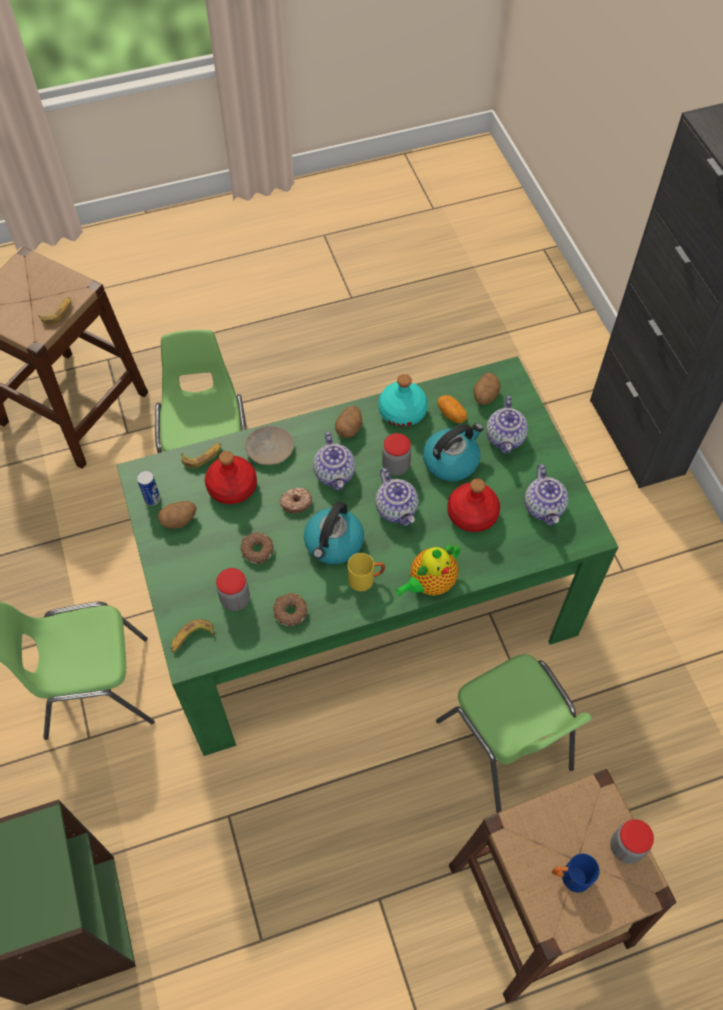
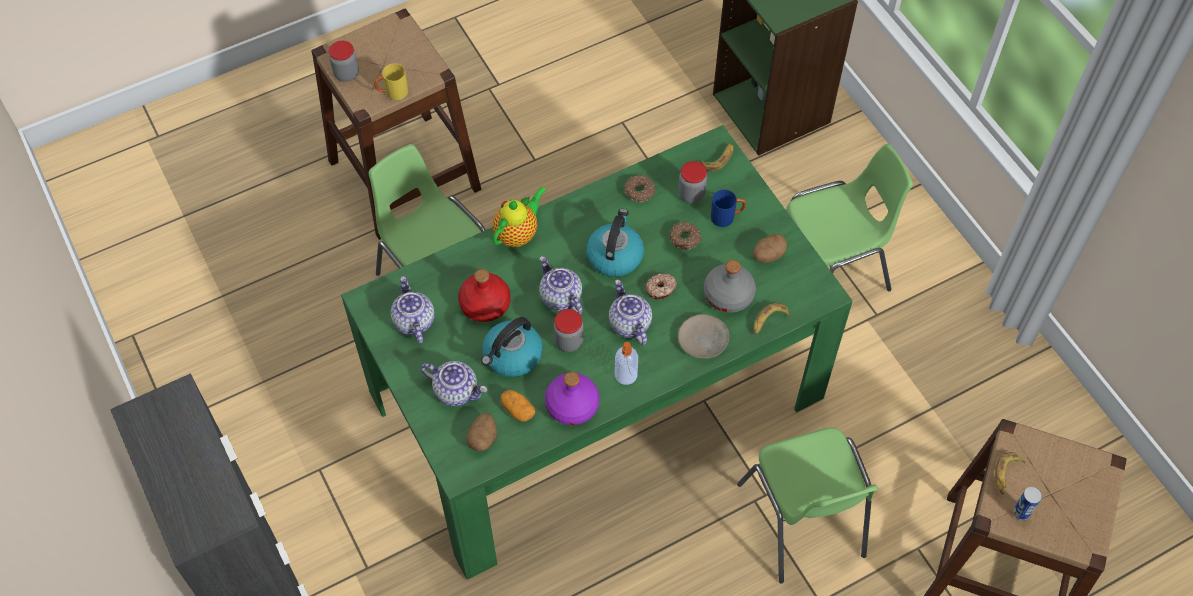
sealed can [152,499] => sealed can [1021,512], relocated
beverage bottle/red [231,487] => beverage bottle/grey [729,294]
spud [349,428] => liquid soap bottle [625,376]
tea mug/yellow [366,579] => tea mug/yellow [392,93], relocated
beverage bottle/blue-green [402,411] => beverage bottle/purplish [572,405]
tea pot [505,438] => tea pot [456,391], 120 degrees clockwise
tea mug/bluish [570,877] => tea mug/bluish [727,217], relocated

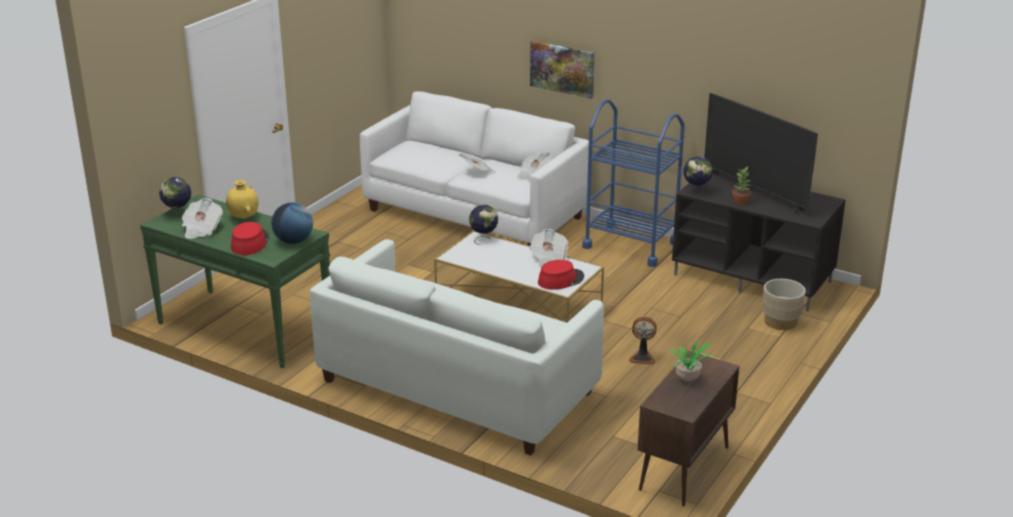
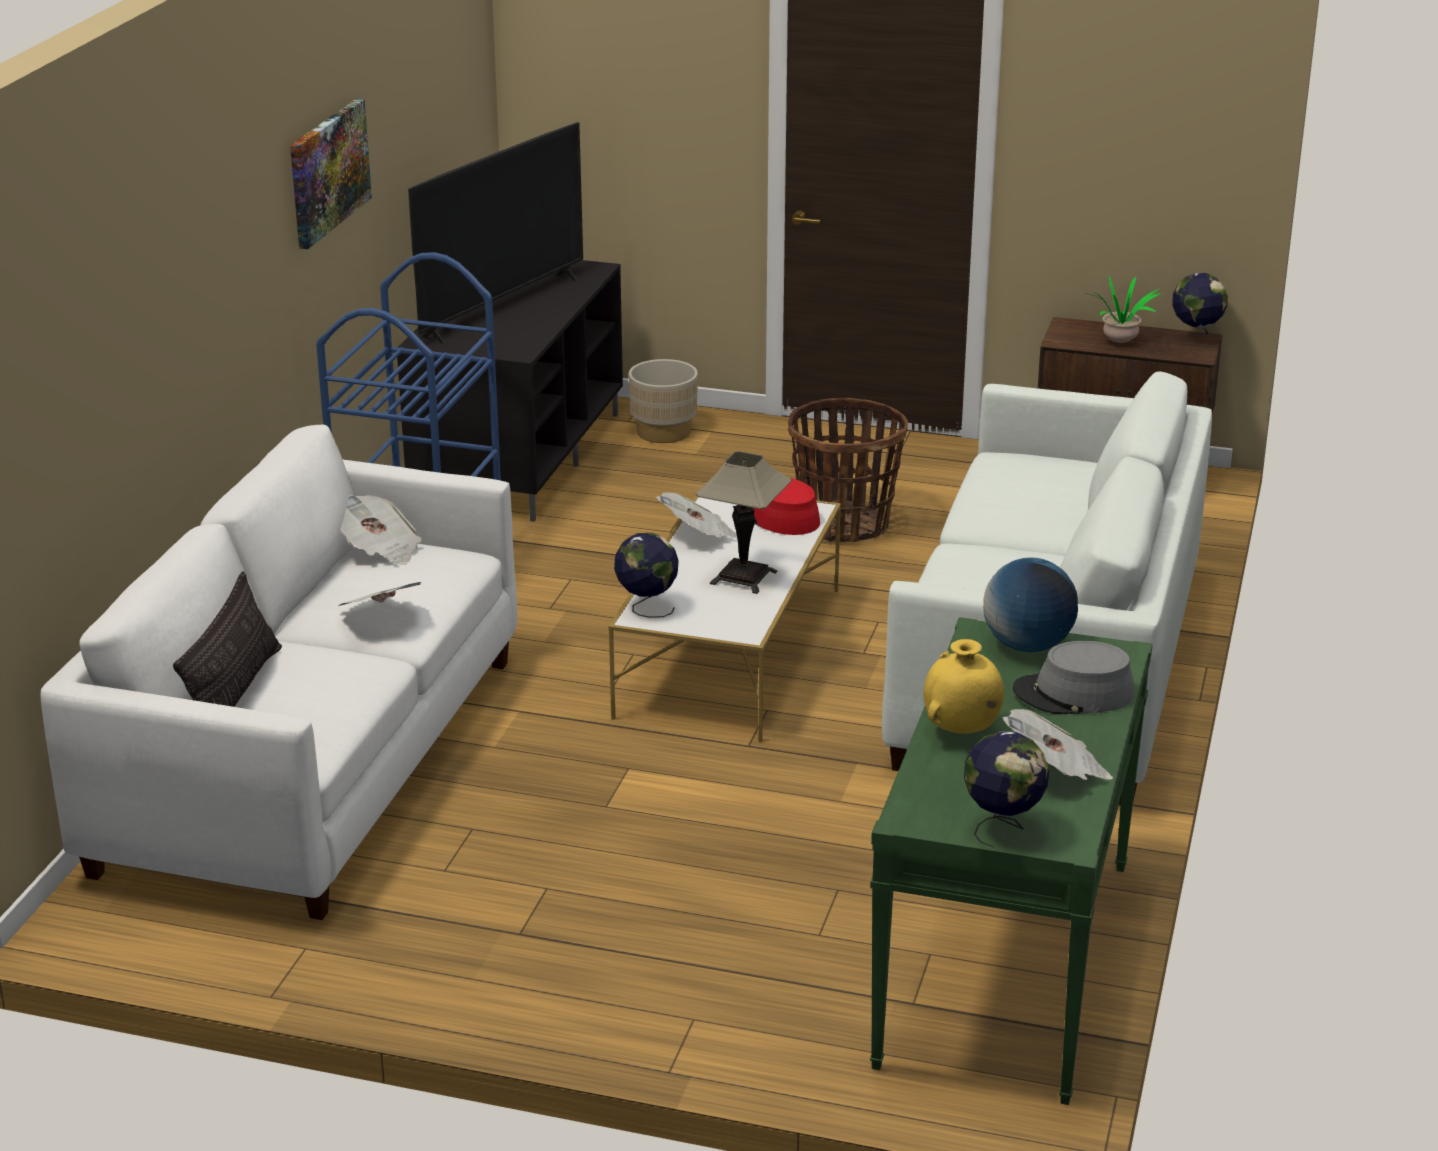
wearable hat/red [250,243] => wearable hat/grey [1073,694]
picture [562,68] => picture [328,172], relocated
fan [642,358] => household basket [844,525]
globe [696,191] => globe [1195,339], relocated
plant in a pot [741,201] => nothing
nothing => pillow [235,694]
nothing => lamp for a table [743,577]

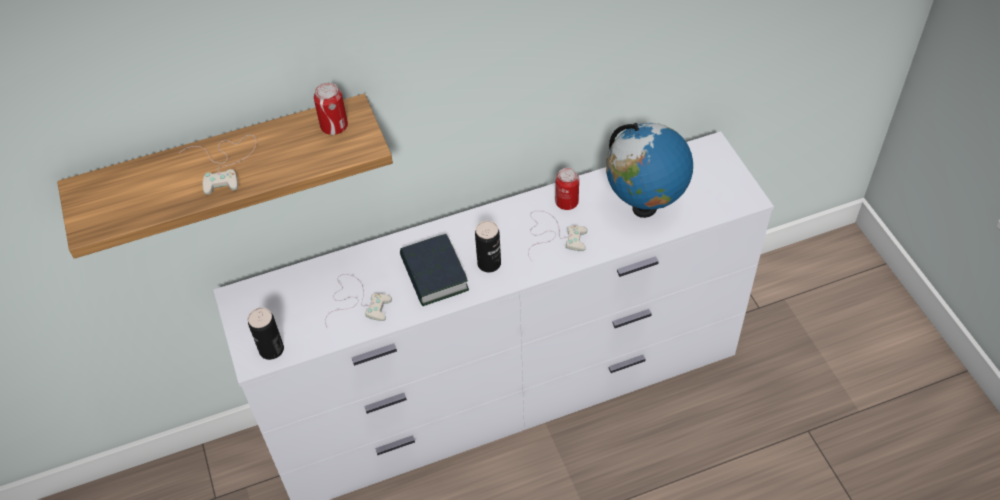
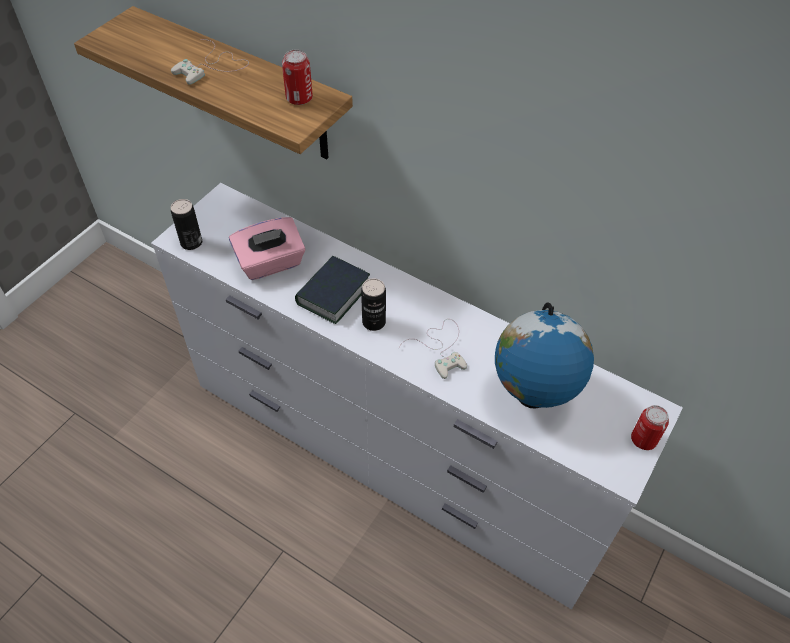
game controller/white-coloured [356,301] => box of tissues/pink-coloured [271,263]
sealed can [566,202] => sealed can [643,439], relocated

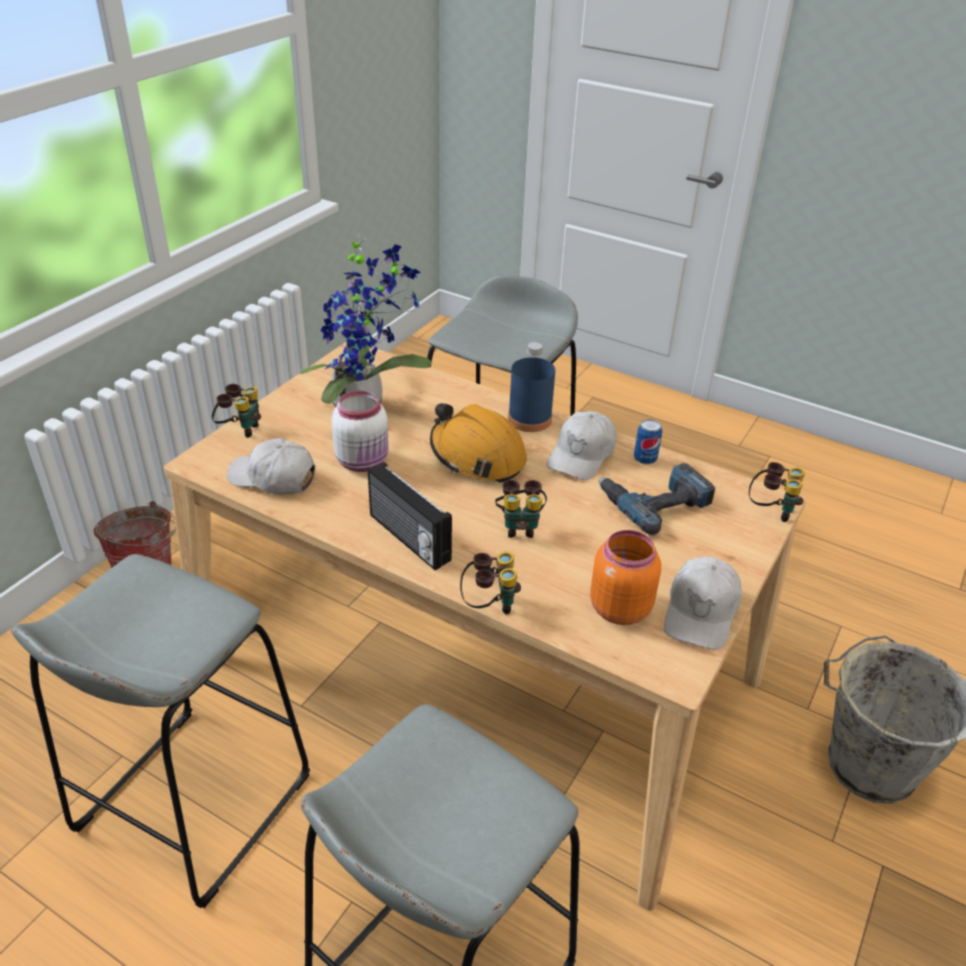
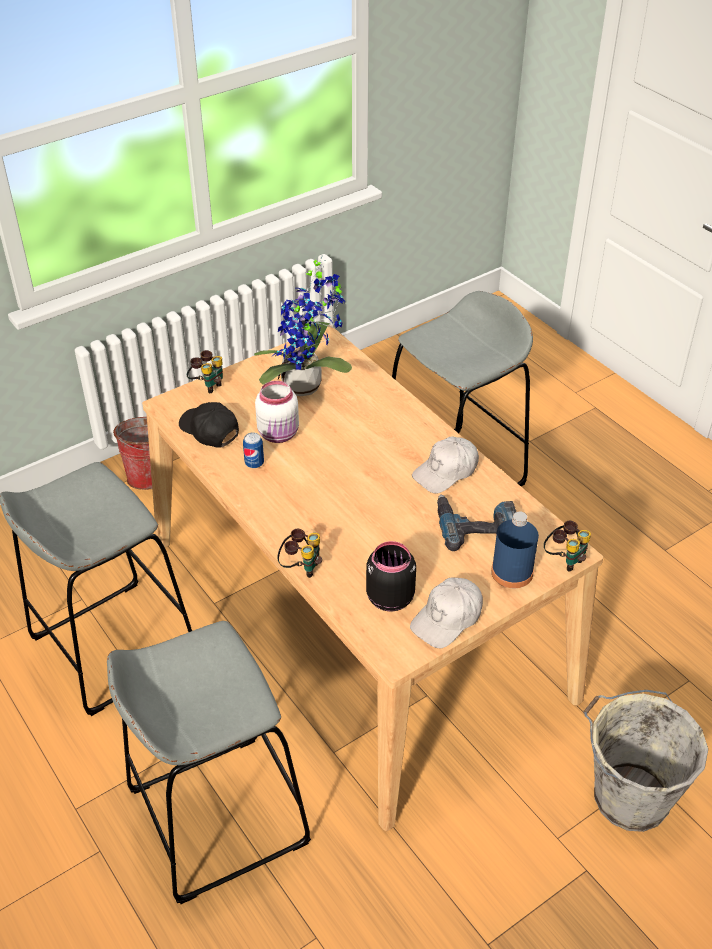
baseball cap/white-coloured [273,478] => baseball cap/black [209,430]
radio receiver [407,538] => nothing
hard hat/orange-coloured [477,456] => nothing
pair of binoculars [519,526] => nothing
beverage bottle/bluish [529,419] => beverage bottle/bluish [512,572], relocated
preserve jar/orange-coloured [618,608] => preserve jar/black [389,597]
sealed can [645,459] => sealed can [254,463], relocated

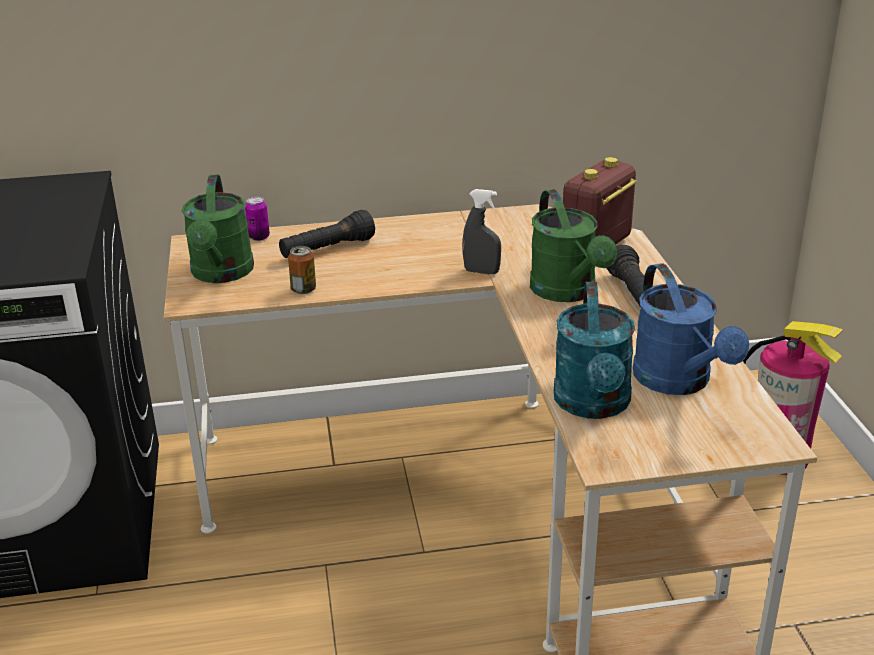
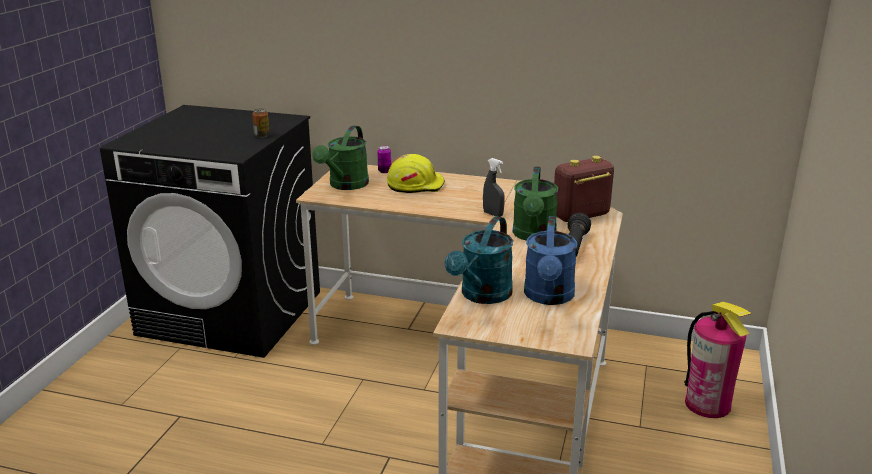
torch/black [327,250] => hard hat/yellow [415,185]
sealed can [303,289] => sealed can [262,136], relocated

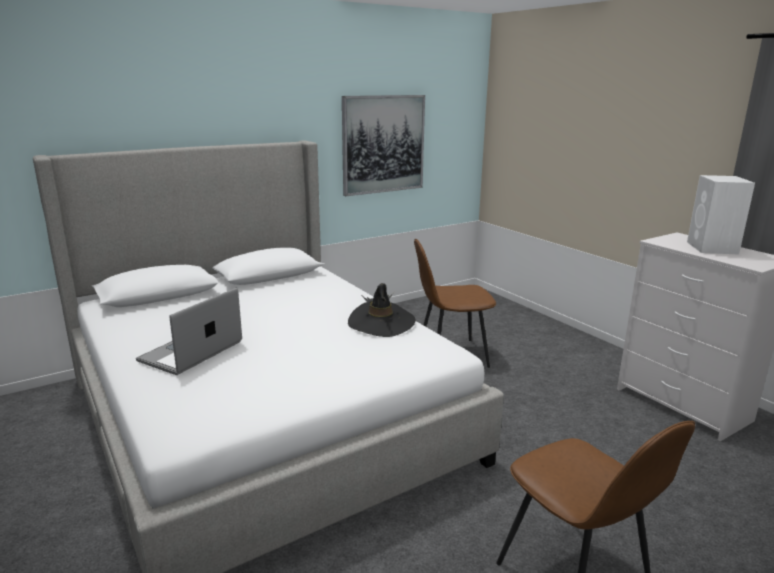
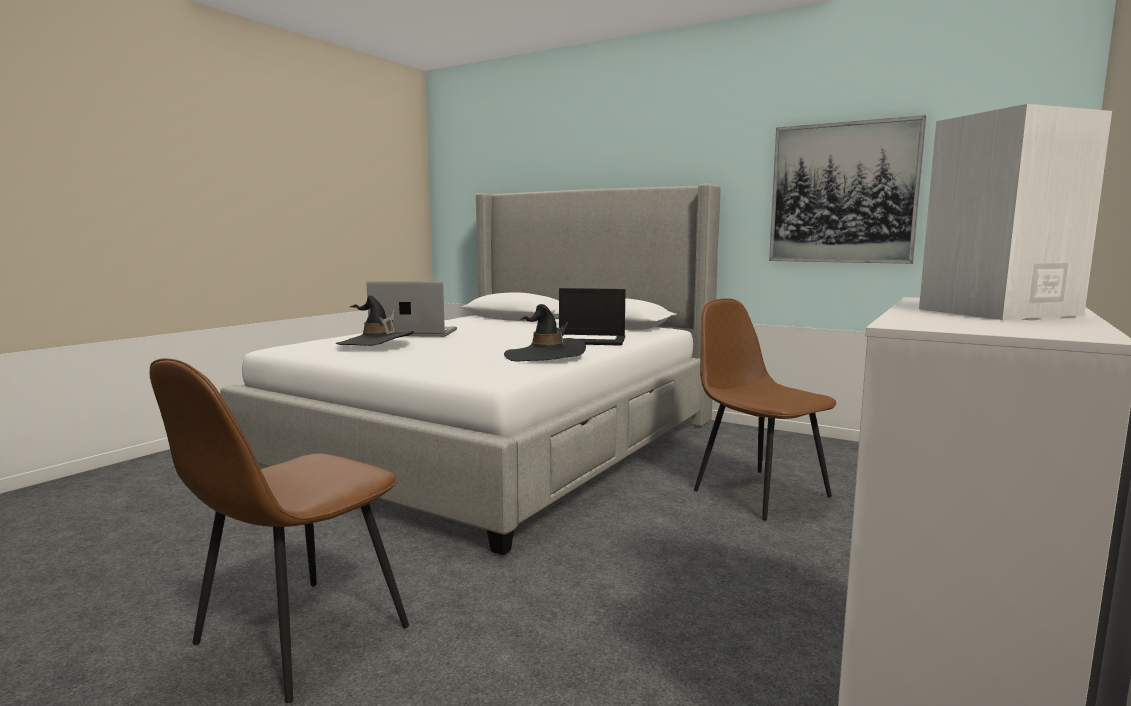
nothing => wearable hat/black [375,344]
nothing => laptop [590,340]

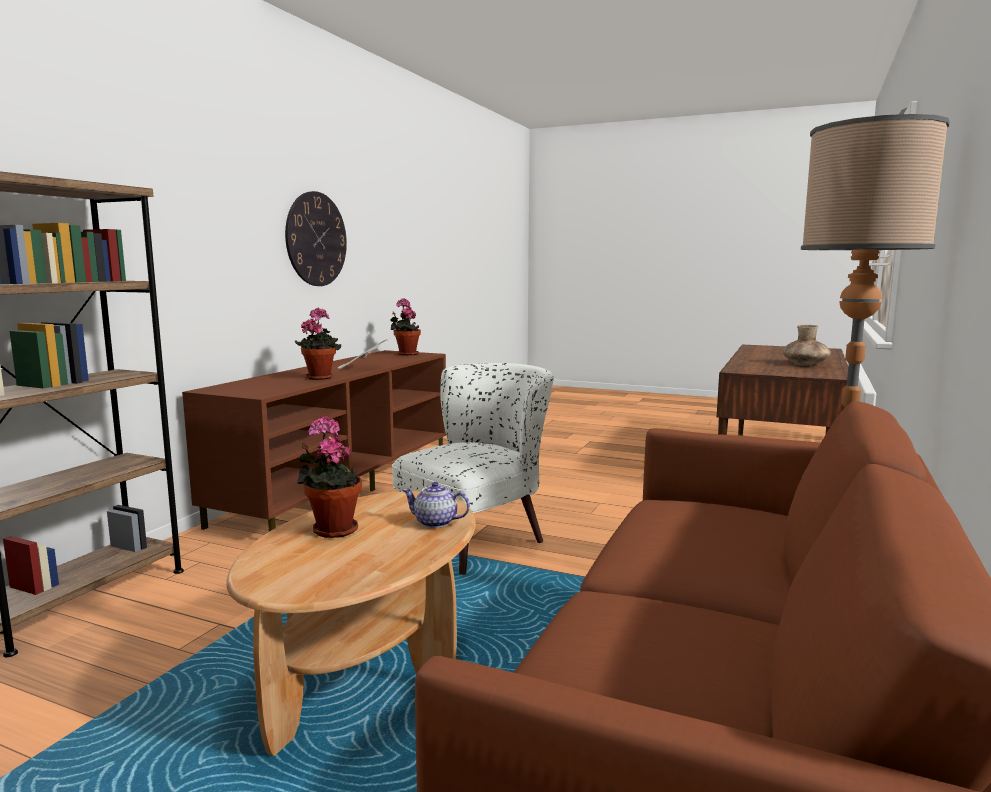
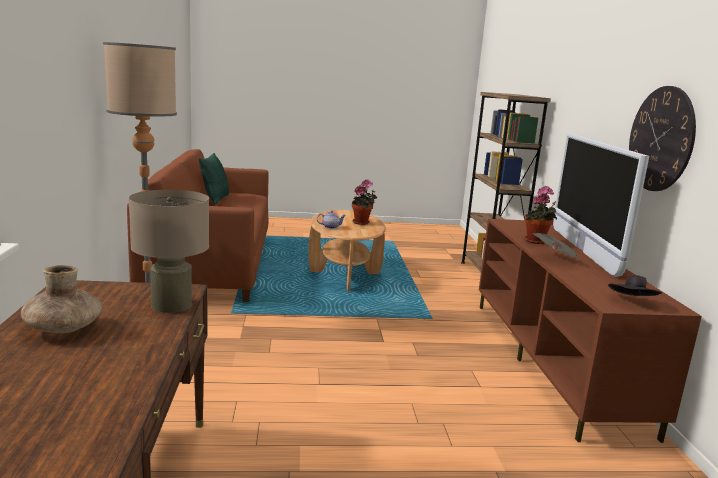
plant in a pot [406,354] => wearable hat/black [632,302]
lounge chair/white-coloured [479,536] => nothing
nothing => lamp for a table/beige-coloured [171,305]
nothing => pillow/green [215,199]
nothing => TV [582,250]

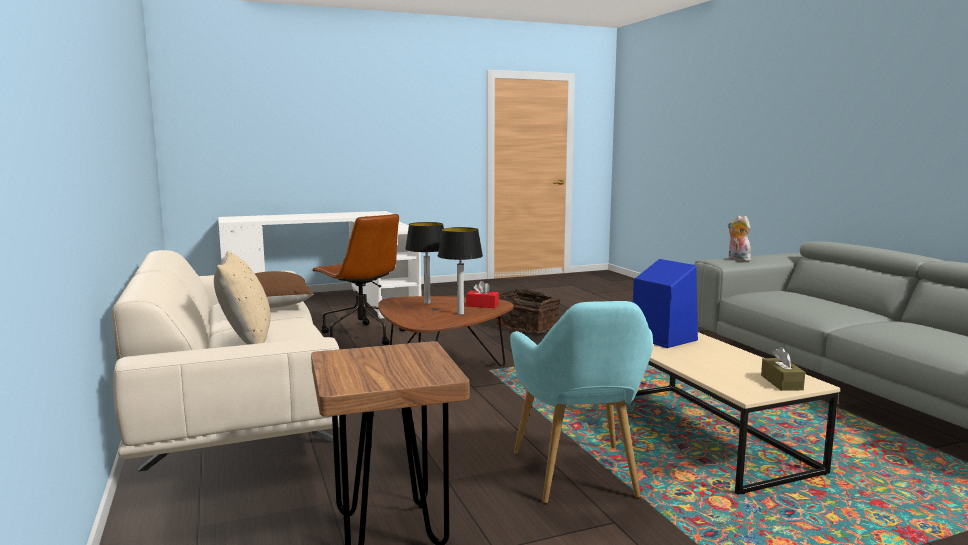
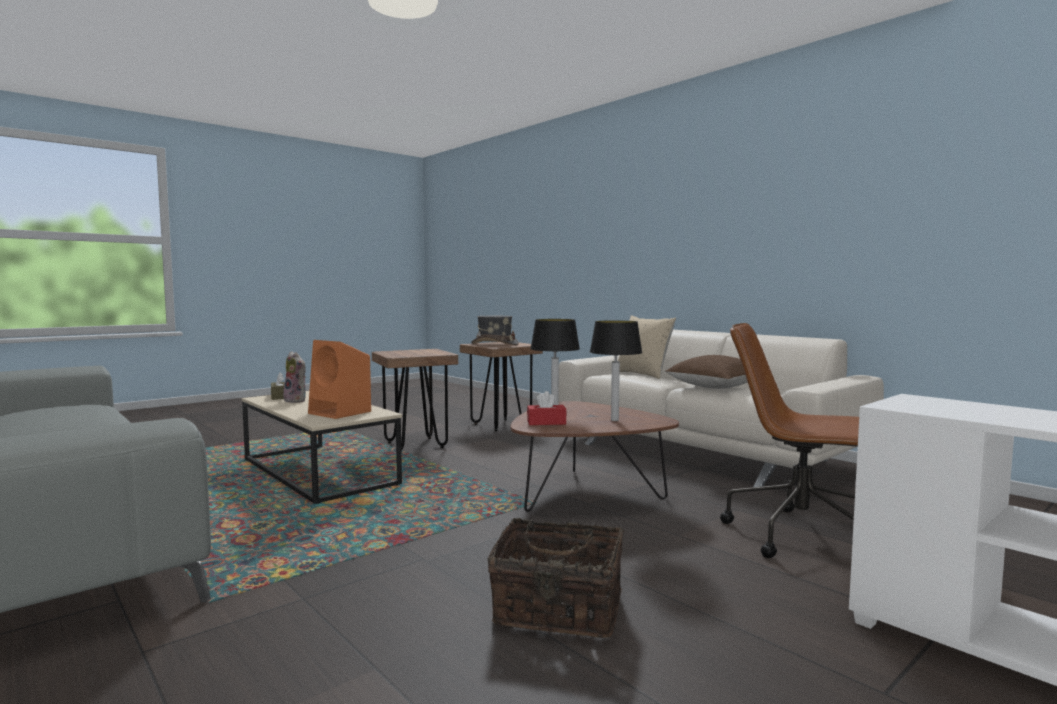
lounge chair/blue-green [579,478] => stool seat/brownish [415,445]
speaker/bluish [662,338] => speaker/orange-coloured [341,412]
cuddly toy [737,259] => cuddly toy [297,400], relocated
nothing => wearable hat/grey [494,344]

